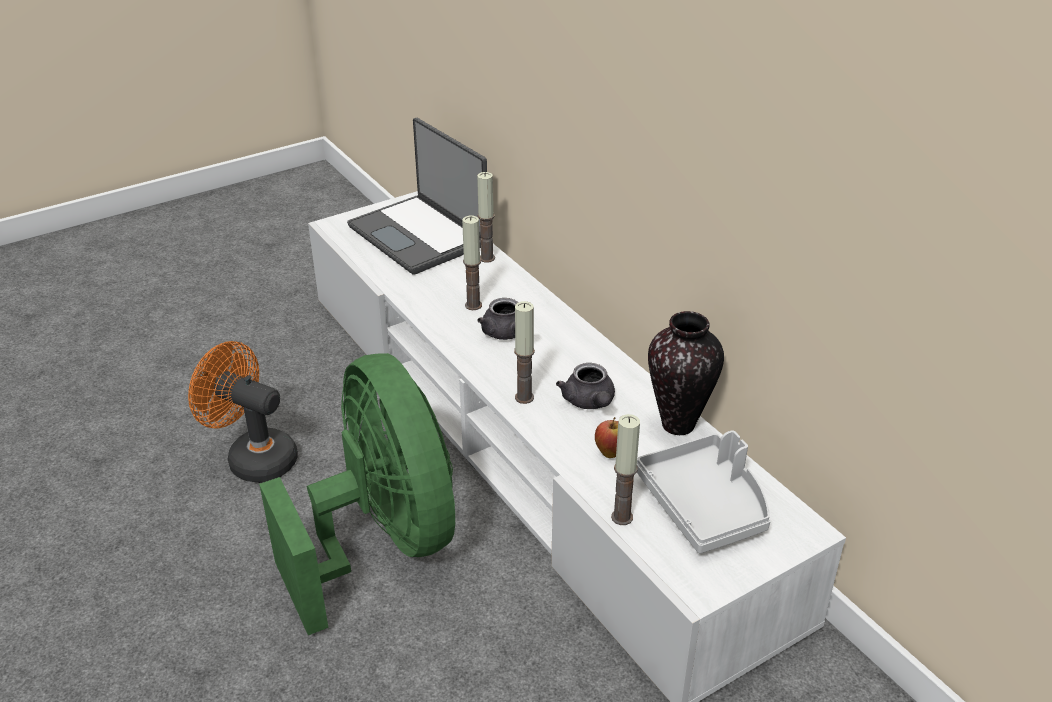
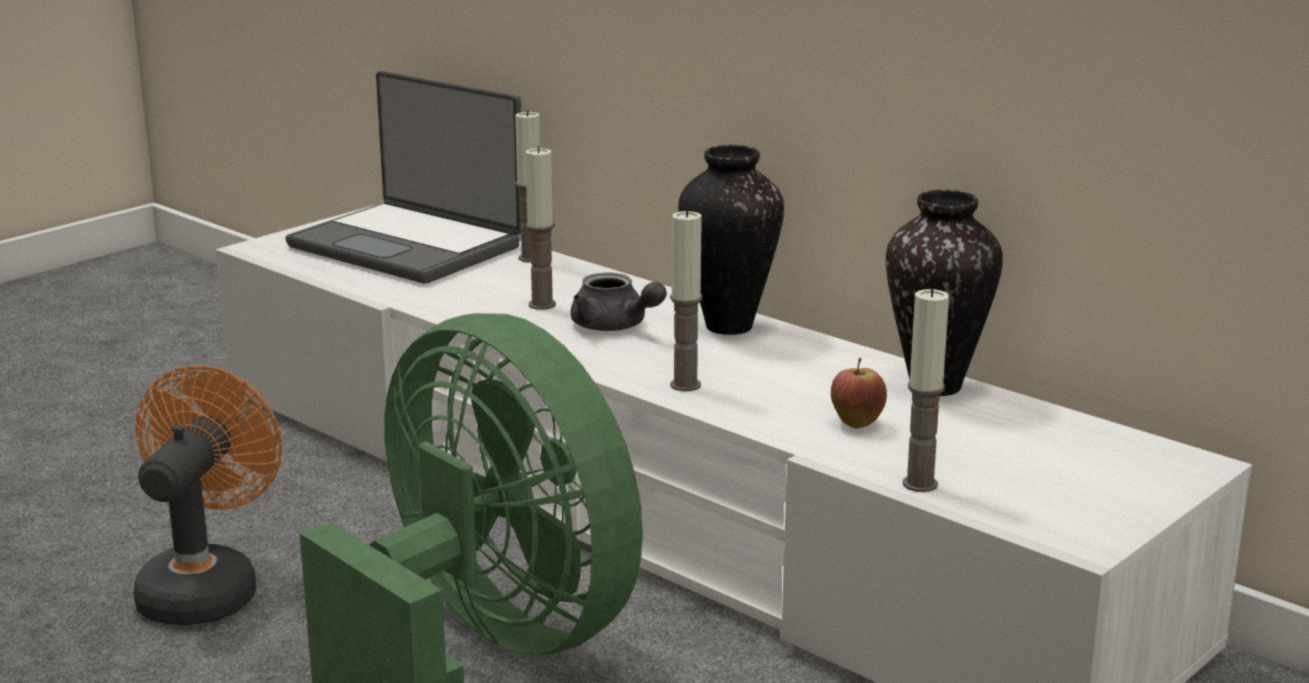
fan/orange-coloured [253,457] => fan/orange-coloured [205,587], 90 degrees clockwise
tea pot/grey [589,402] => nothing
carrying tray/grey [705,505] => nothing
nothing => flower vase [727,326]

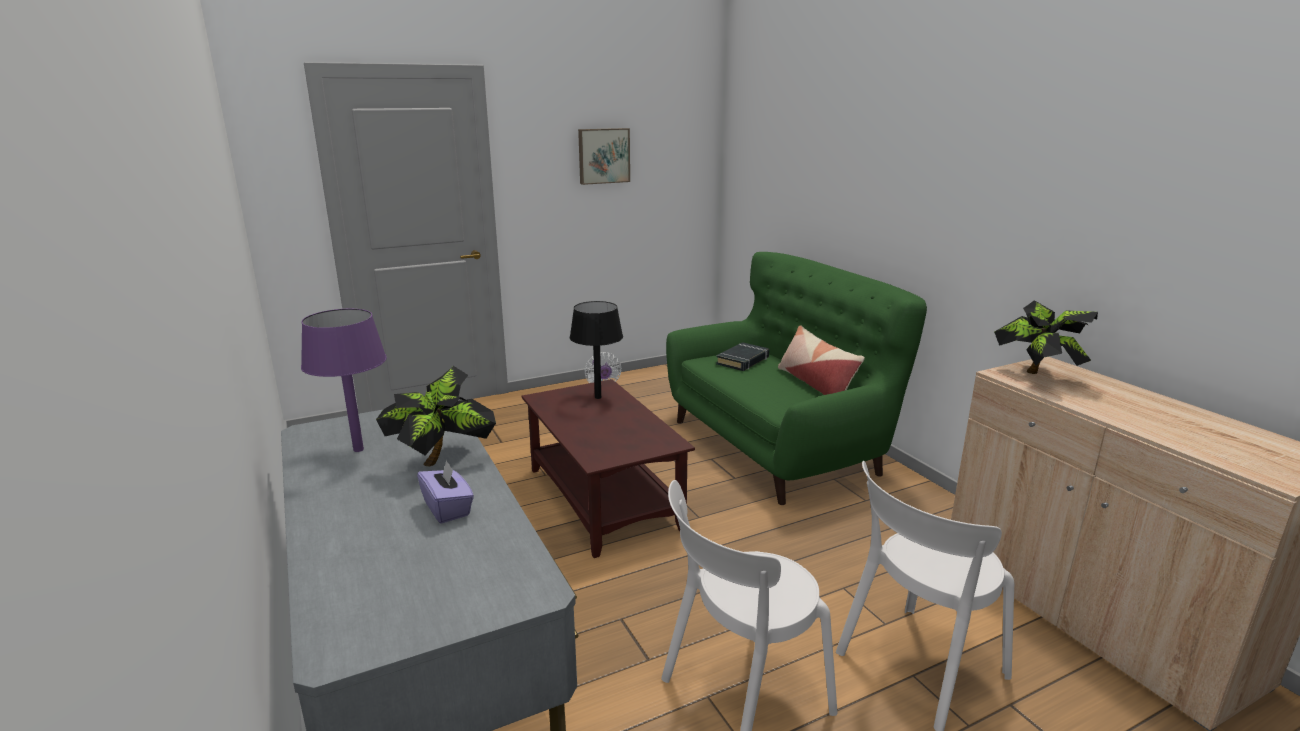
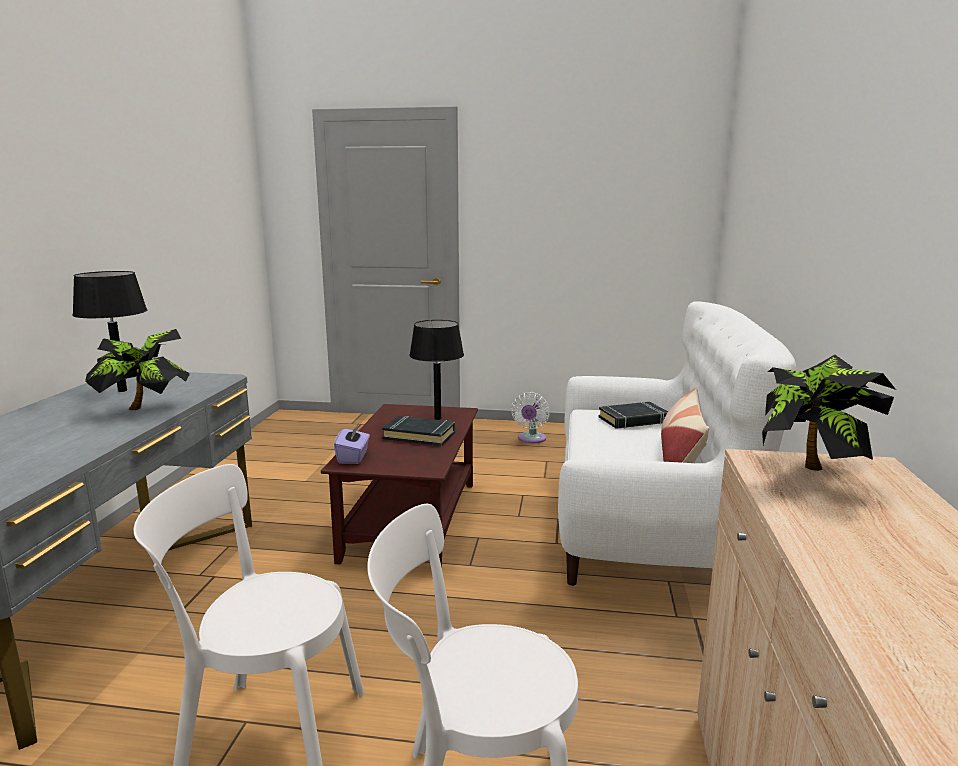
lamp for a table/purplish [359,449] => lamp for a table/black [123,390]
box of tissues/purplish [448,508] => box of tissues/purplish [353,457], relocated
picture [603,156] => nothing
settee/green [777,445] => settee/white-coloured [648,528]
nothing => volume/black [419,435]

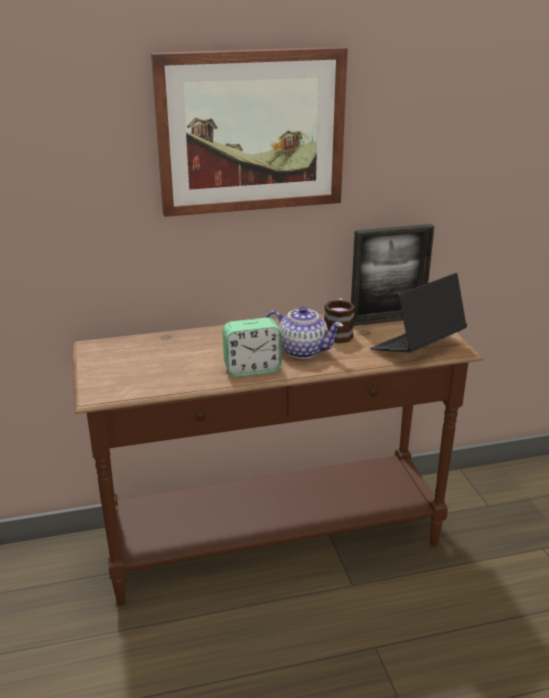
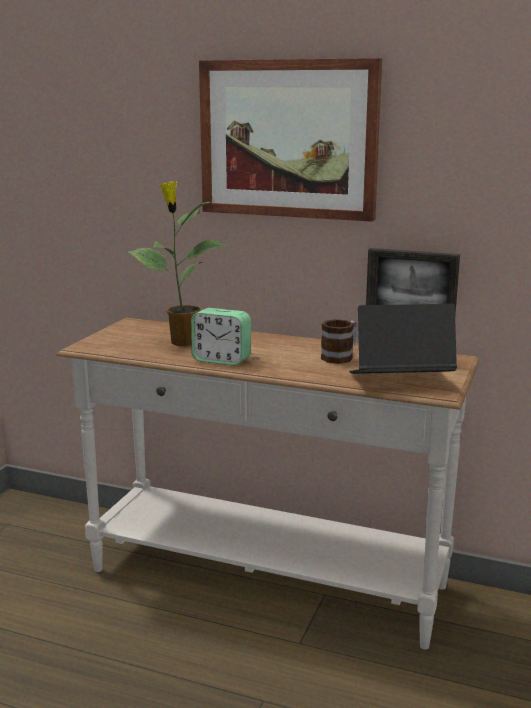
hall table/brownish [274,543] => hall table/white-coloured [265,580]
tea pot [302,350] => nothing
nothing => plant in a pot [182,342]

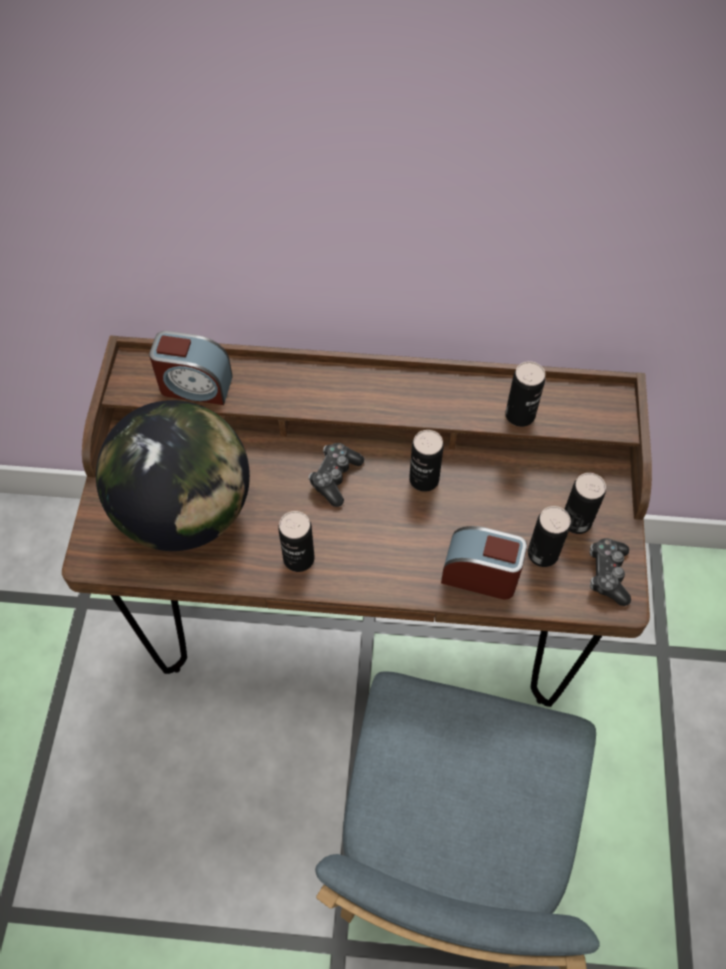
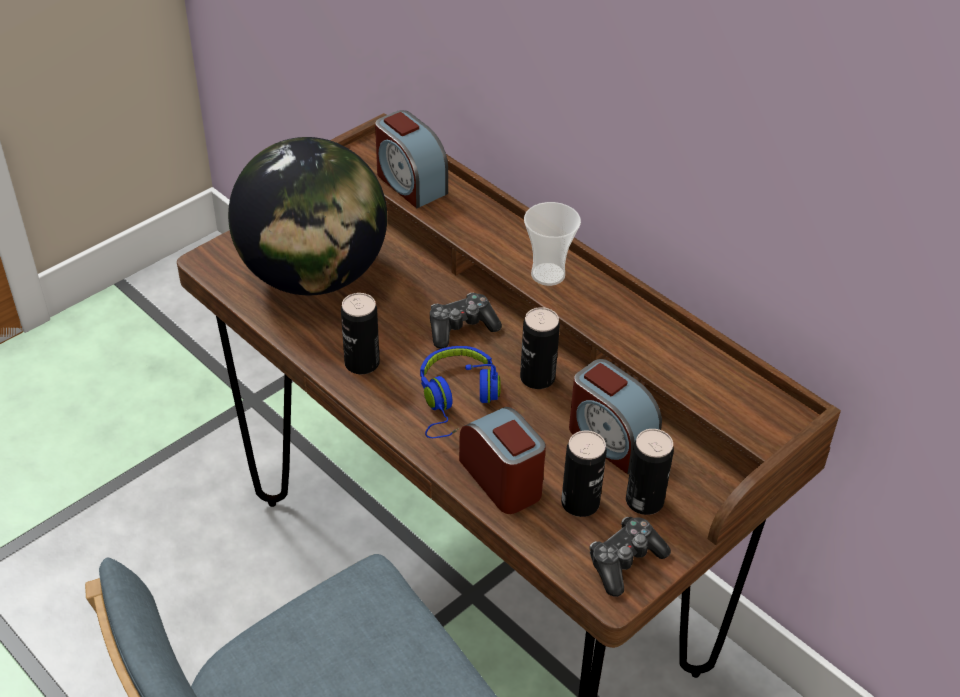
sealed can [520,415] => nothing
nothing => headset/bluish [457,400]
nothing => drinking cup [548,274]
nothing => table clock [610,439]

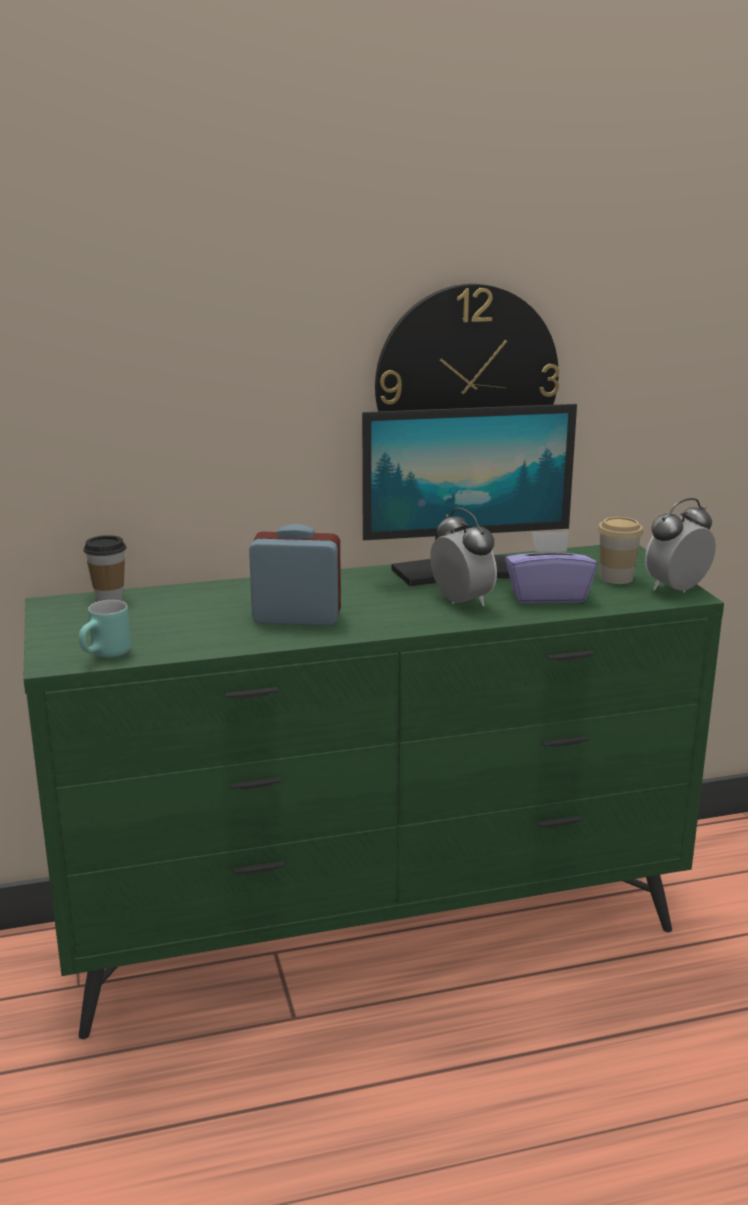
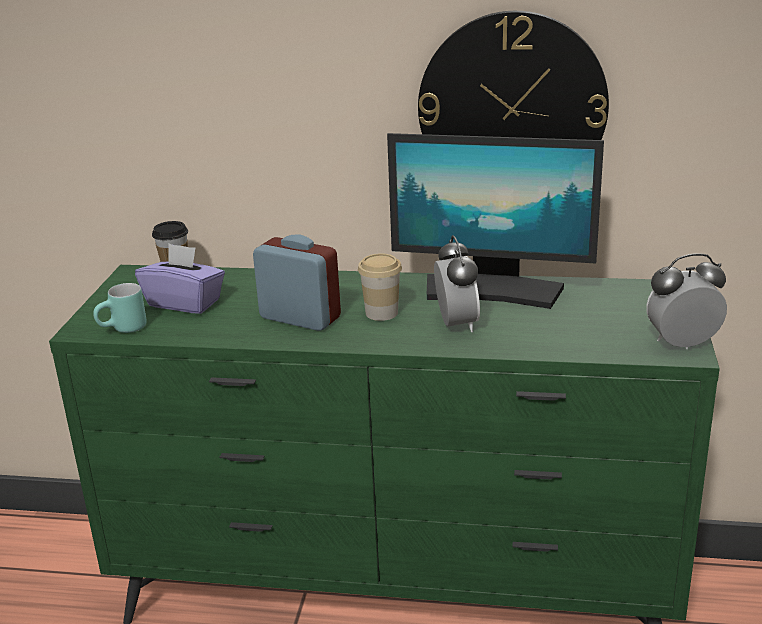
box of tissues/purplish [547,596] => box of tissues/purplish [185,302], relocated
drinking cup [616,578] => drinking cup [381,313], relocated

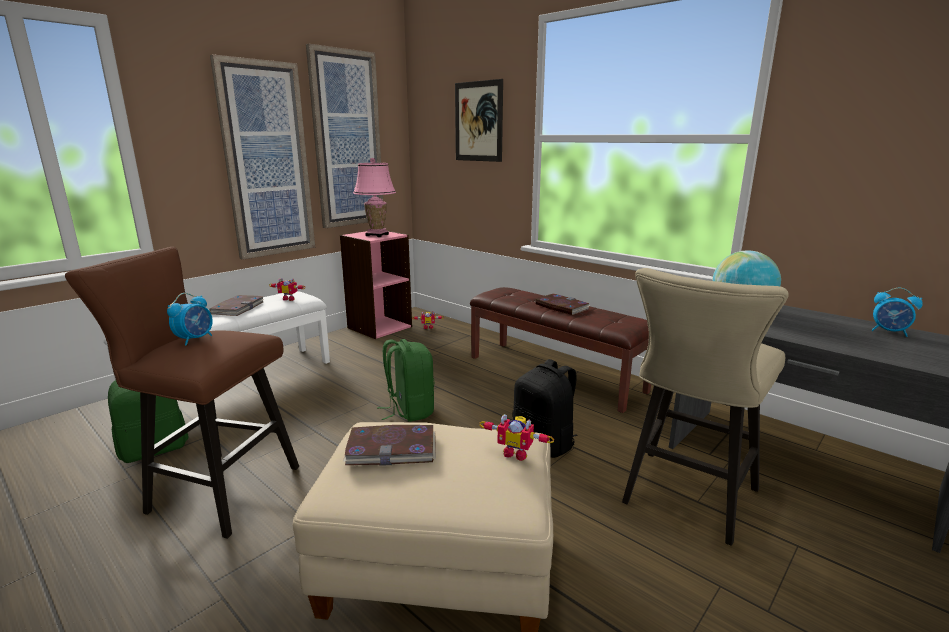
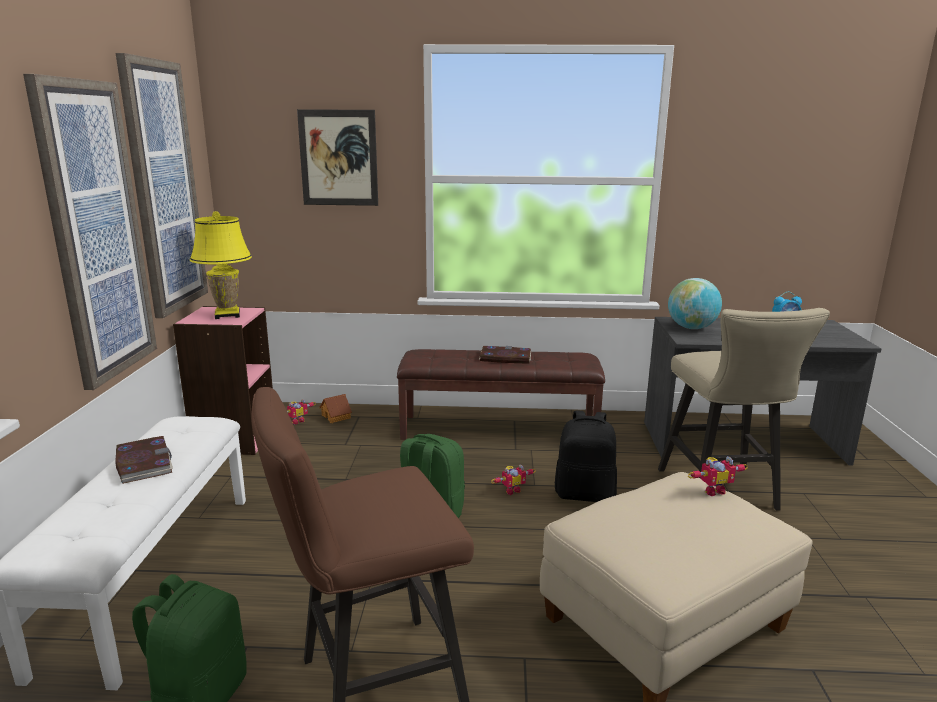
table clock [195,339] => nothing
toy robot [290,299] => toy robot [511,490], relocated
volume [392,448] => nothing
lamp for a table/pink-coloured [377,235] => lamp for a table/yellow [227,315]
nothing => miniature house [336,416]

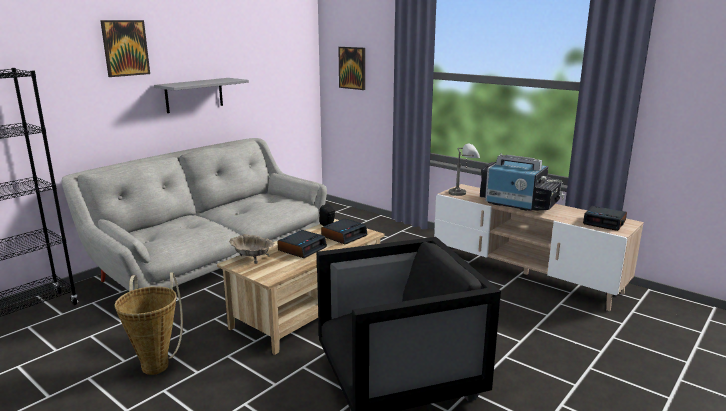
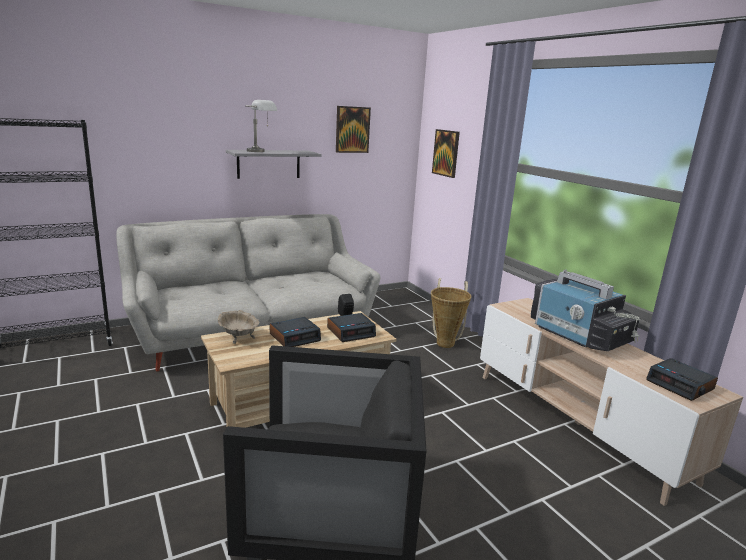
picture [125,48] => picture [352,129], relocated
household basket [157,363] => household basket [445,342], relocated
lamp for a table/grey [463,193] => lamp for a table/grey [261,151], relocated

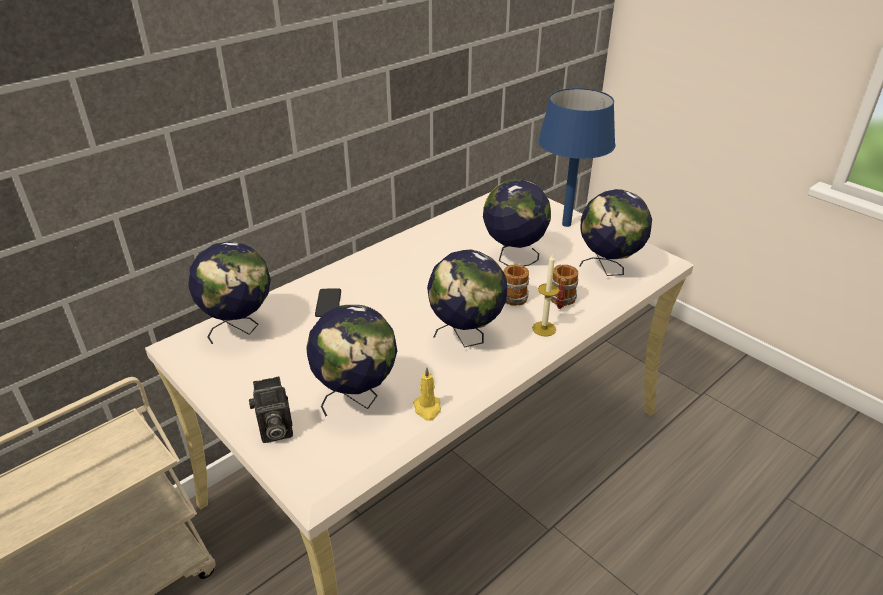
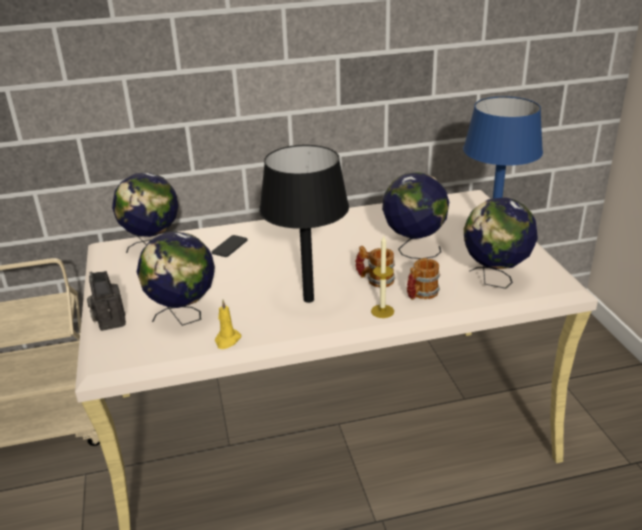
still camera [274,432] => still camera [109,321], 60 degrees clockwise
globe [466,338] => lamp for a table/black [309,299]

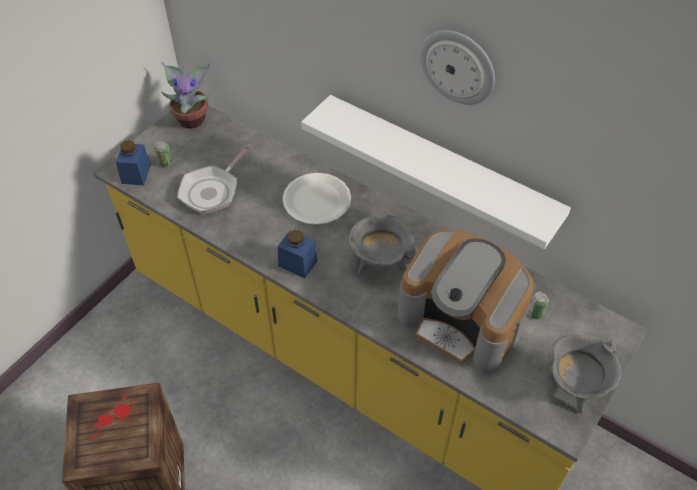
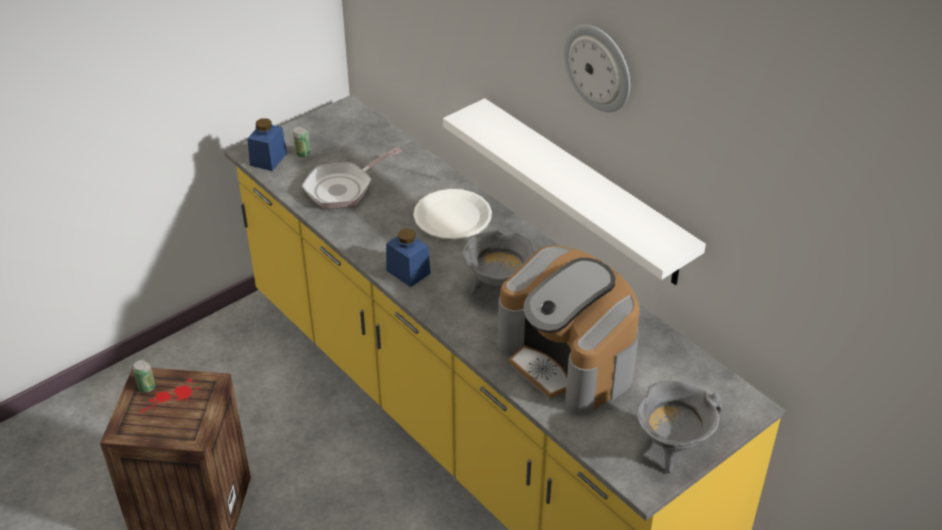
plant in a pot [192,118] => nothing
sealed can [535,313] => sealed can [147,387], relocated

